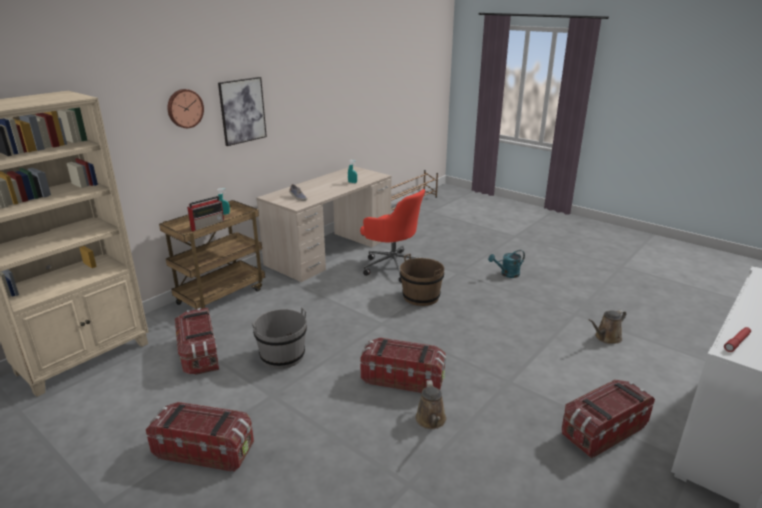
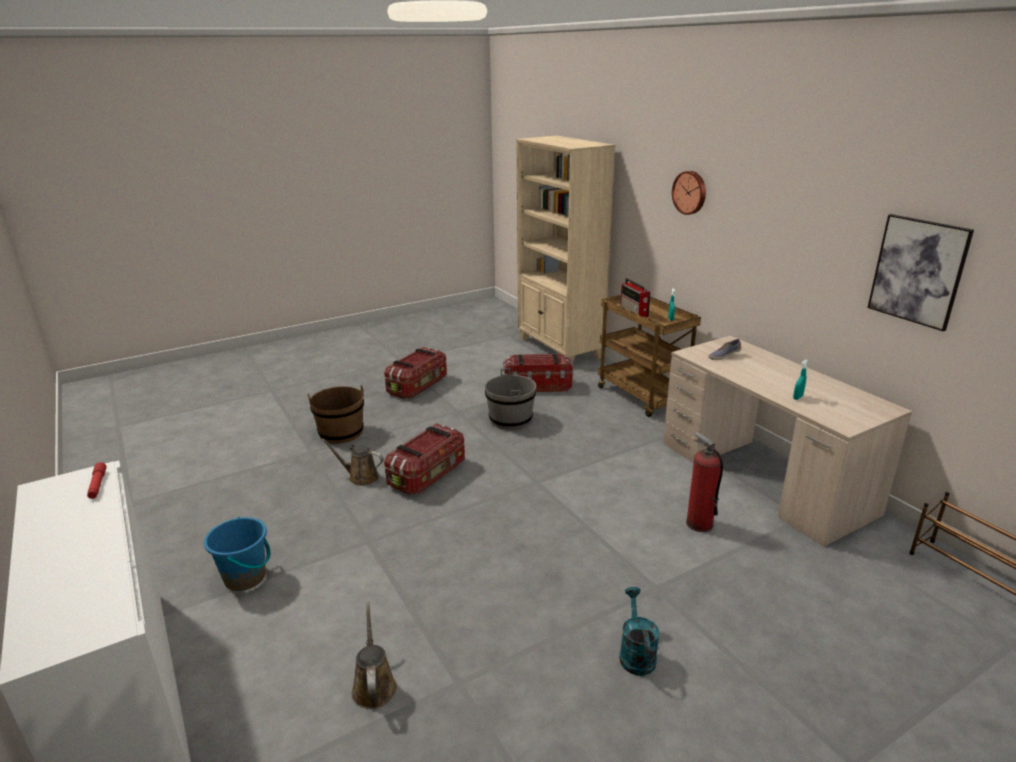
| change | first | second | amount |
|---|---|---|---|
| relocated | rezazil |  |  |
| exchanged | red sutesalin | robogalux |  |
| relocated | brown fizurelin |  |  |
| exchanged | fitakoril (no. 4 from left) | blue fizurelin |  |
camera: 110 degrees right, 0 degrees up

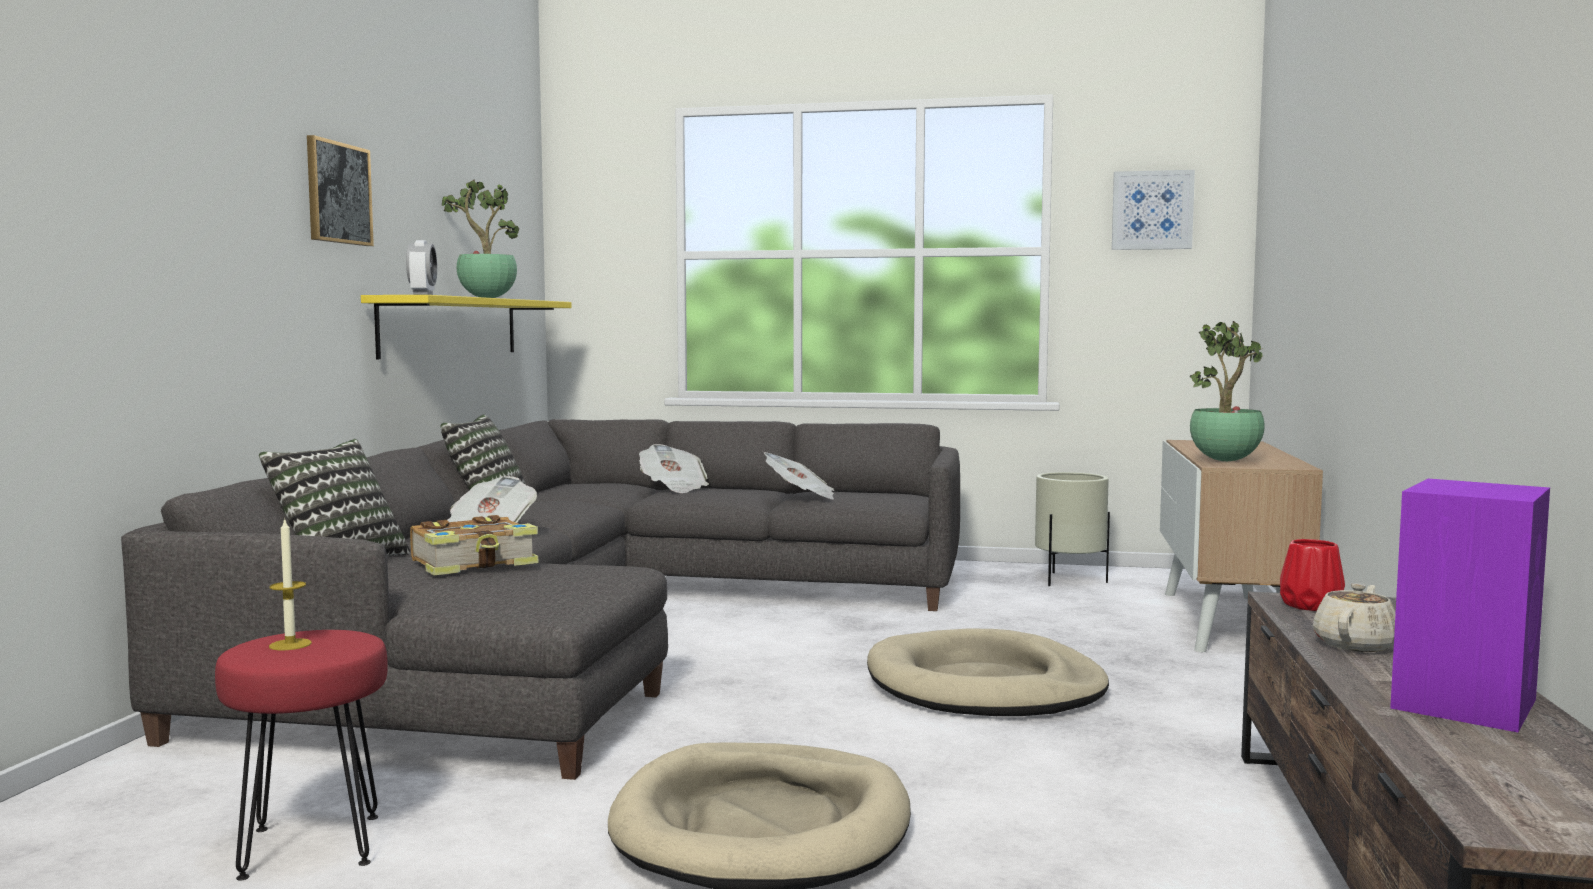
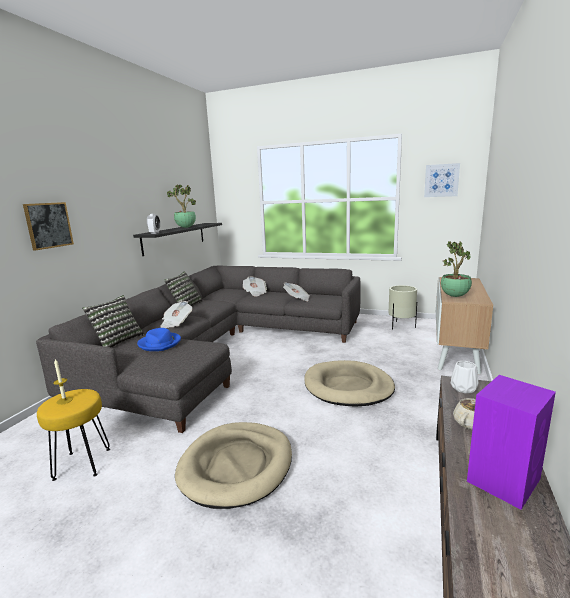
| change | first | second | amount |
|---|---|---|---|
| colour | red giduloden | yellow giduloden |  |
| relocated | rezazil (no. 1 from left) |  |  |
| colour | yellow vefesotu | black vefesotu |  |
| exchanged | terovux | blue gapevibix |  |
| colour | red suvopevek | white suvopevek |  |
camera: 10 degrees right, 10 degrees up

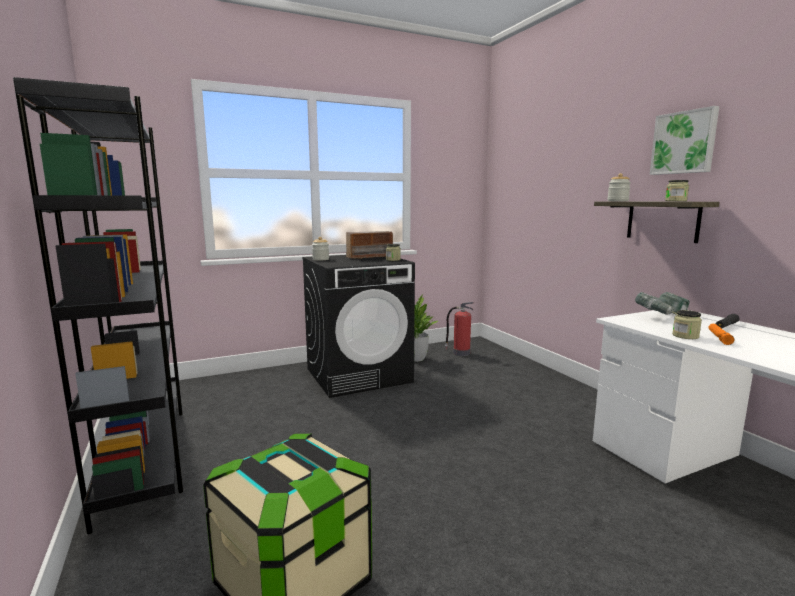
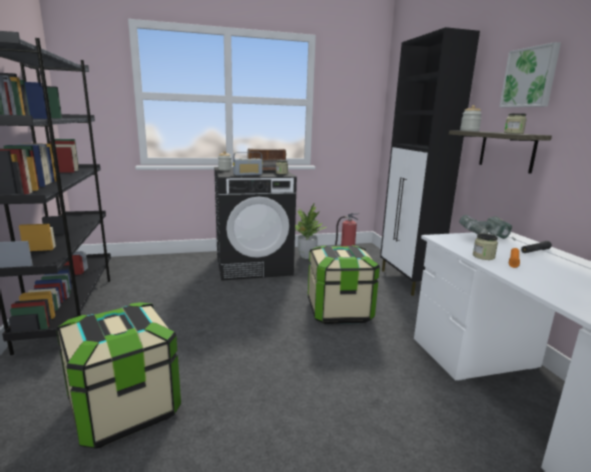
| change | first | second | amount |
|---|---|---|---|
| appeared |  | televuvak (no. 1 from left) |  |
| appeared |  | fitakoril (no. 2 from left) |  |
| appeared |  | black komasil |  |
camera: 10 degrees right, 5 degrees up

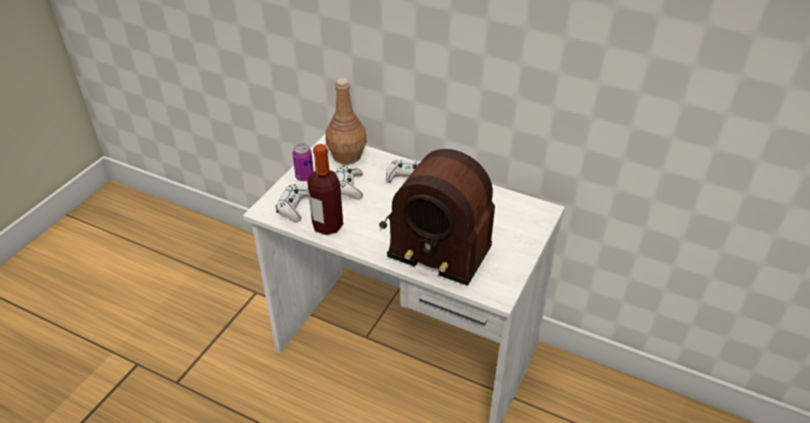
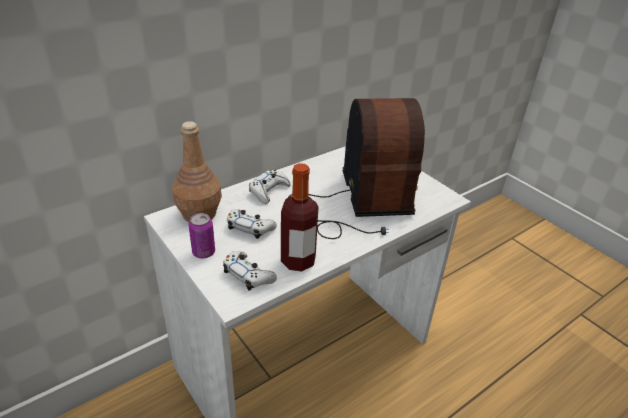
| change | first | second | amount |
|---|---|---|---|
| spun | televuvak |  | 60 degrees counterclockwise |
camera: 65 degrees left, 5 degrees down

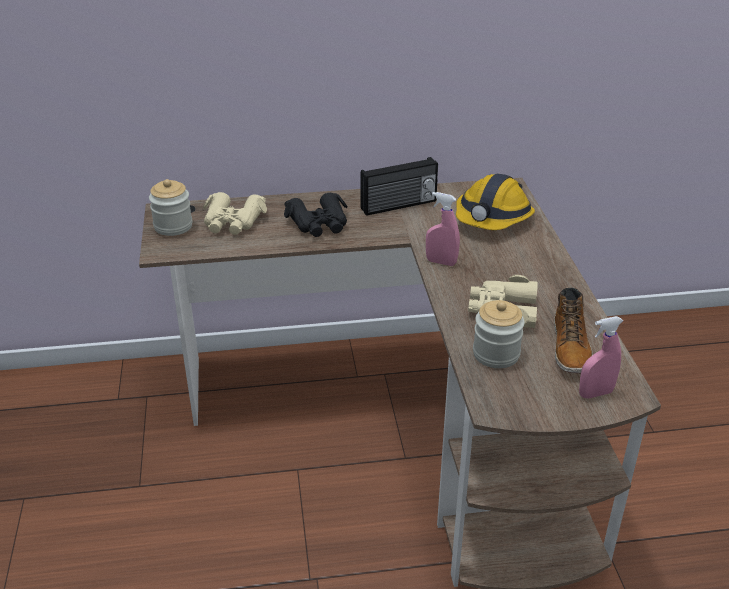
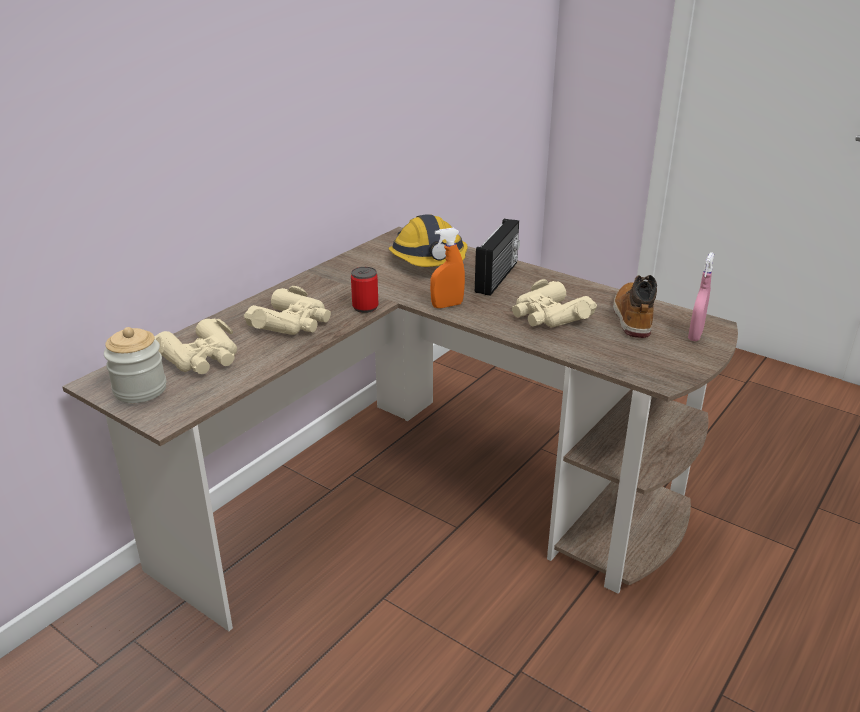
| change | first | second | amount |
|---|---|---|---|
| colour | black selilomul | beige selilomul (no. 2 from left) |  |
| relocated | televuvak |  |  |
| colour | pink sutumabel (no. 1 from left) | orange sutumabel |  |
| missing | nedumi (no. 2 from left) |  |  |
| spun | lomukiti |  | 135 degrees counterclockwise |
| appeared |  | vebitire |  |
camera: 45 degrees left, 5 degrees down

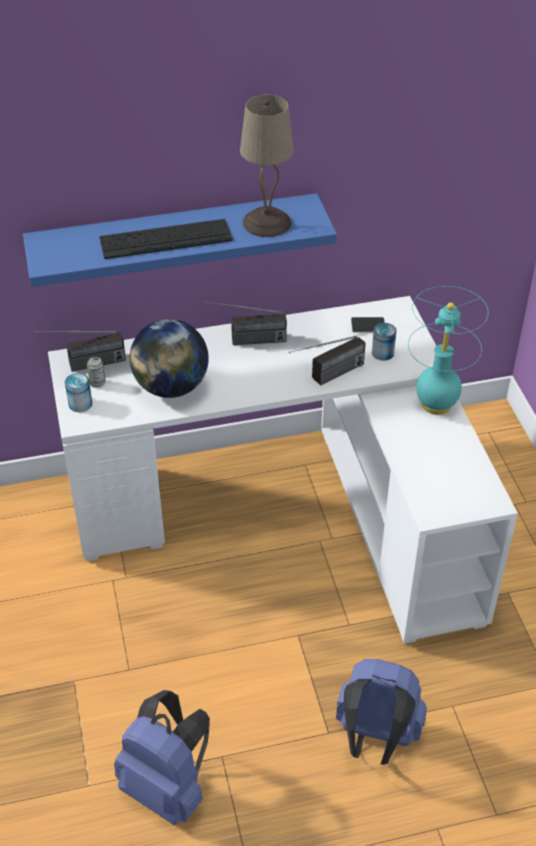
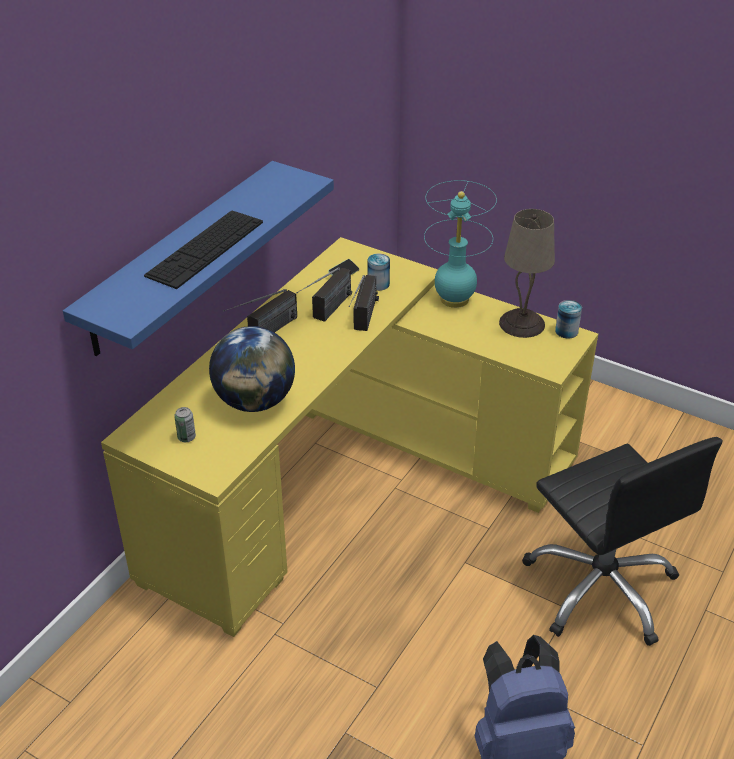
| change | first | second | amount |
|---|---|---|---|
| relocated | televuvak (no. 1 from left in the first image) | televuvak (no. 2 from left) |  |
| colour | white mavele | yellow mavele |  |
| relocated | vebitire (no. 1 from left in the first image) | vebitire (no. 3 from left) |  |
| relocated | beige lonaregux |  |  |
| exchanged | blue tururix (no. 2 from left) | black sutesalin |  |
camera: 45 degrees left, 5 degrees down

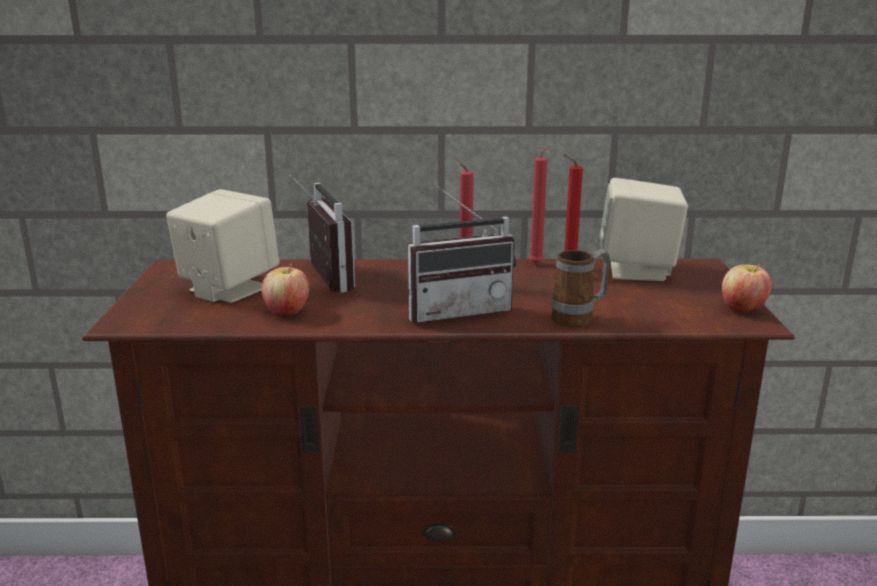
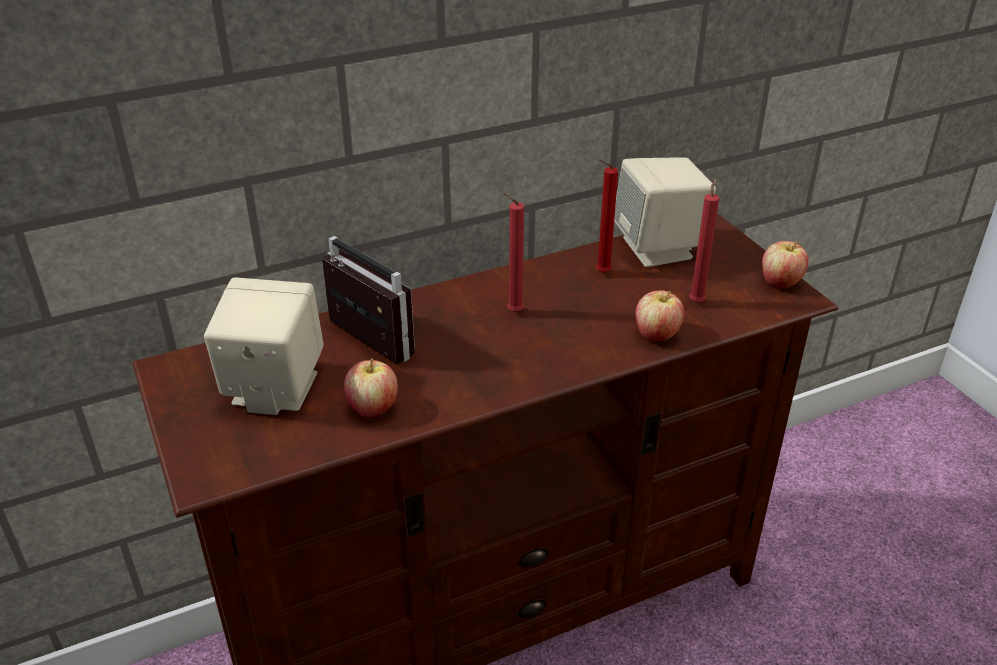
| change | first | second | amount |
|---|---|---|---|
| missing | televuvak (no. 2 from left) |  |  |
| relocated | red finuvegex (no. 2 from left in the first image) | red finuvegex (no. 3 from left) |  |
| exchanged | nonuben | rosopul (no. 2 from left) |  |
camera: 25 degrees left, 15 degrees up

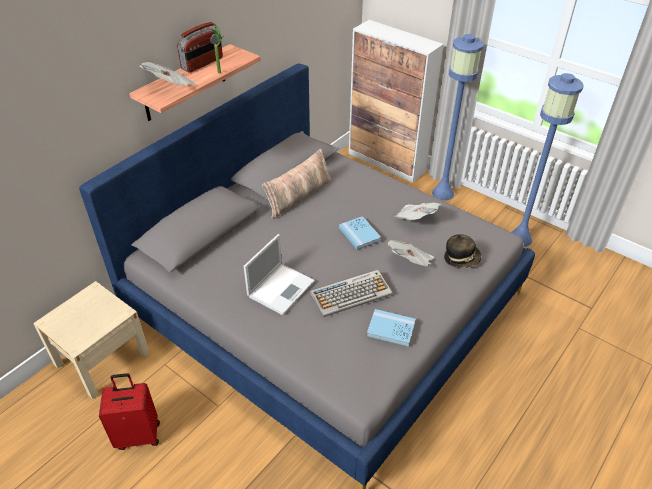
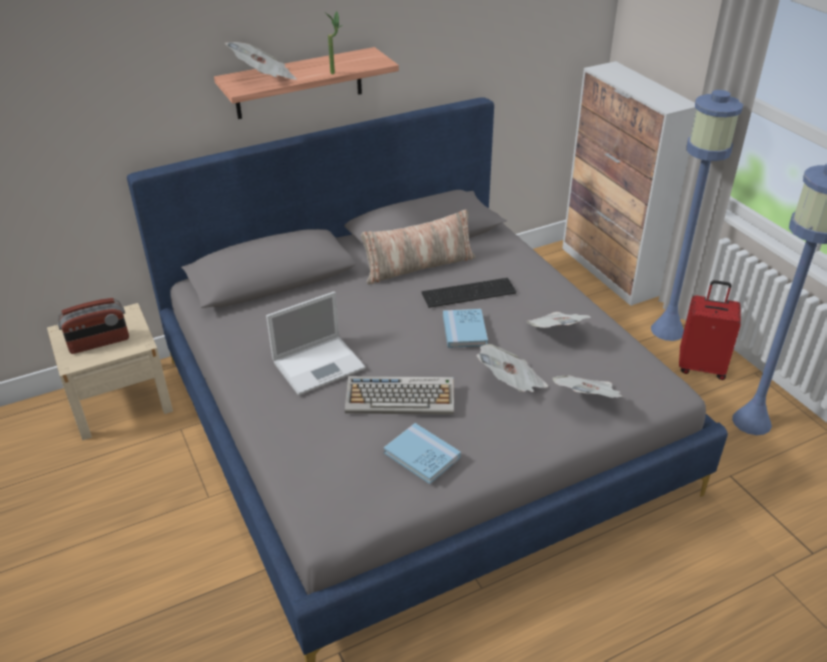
| change | first | second | amount |
|---|---|---|---|
| relocated | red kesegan |  |  |
| relocated | televuvak |  |  |
| exchanged | gapevibix | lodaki (no. 4 from left) |  |
| appeared |  | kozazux (no. 2 from left) |  |
camera: 25 degrees right, 5 degrees down

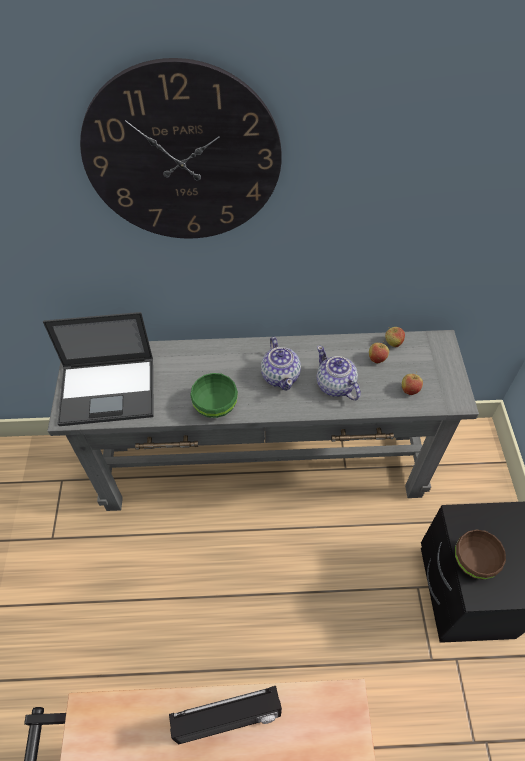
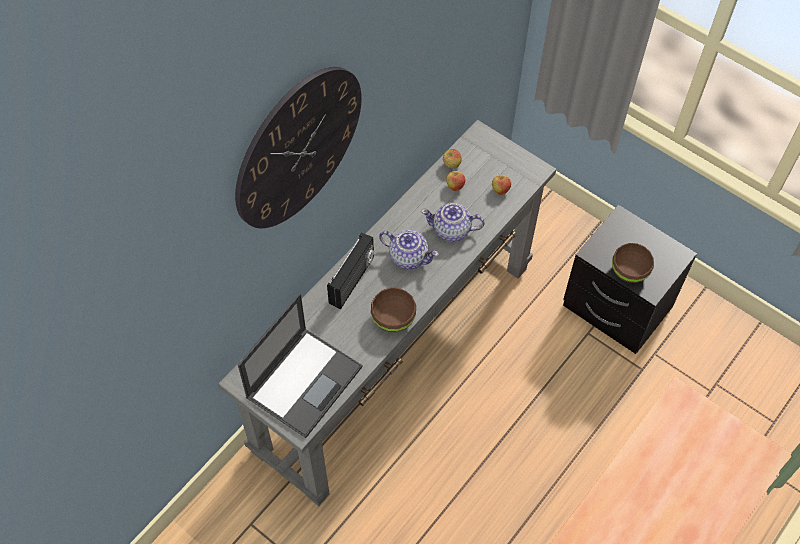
| change | first | second | amount |
|---|---|---|---|
| relocated | televuvak |  |  |
| colour | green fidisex | brown fidisex (no. 1 from left) |  |
camera: 50 degrees left, 5 degrees up

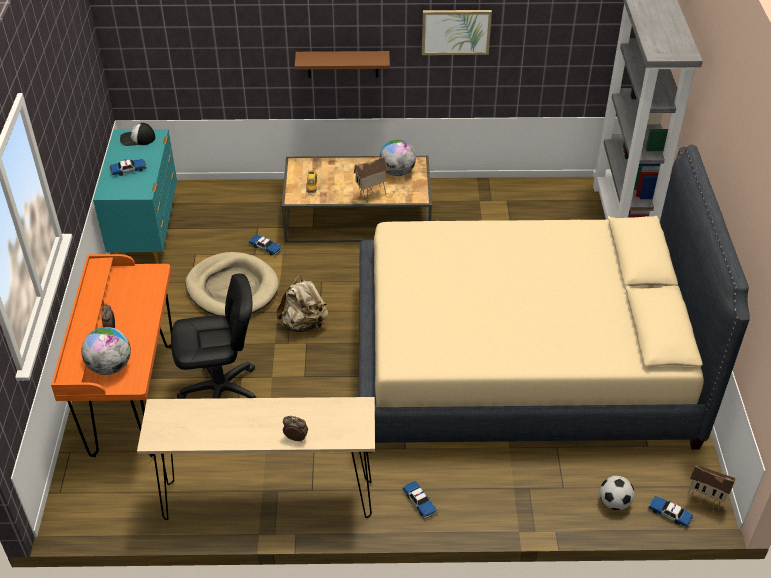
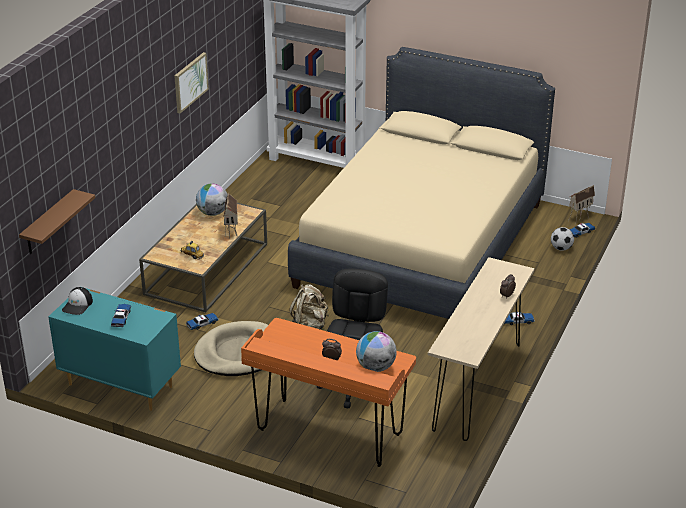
| change | first | second | amount |
|---|---|---|---|
| relocated | brown vefesotu |  |  |
camera: 65 degrees left, 10 degrees down

